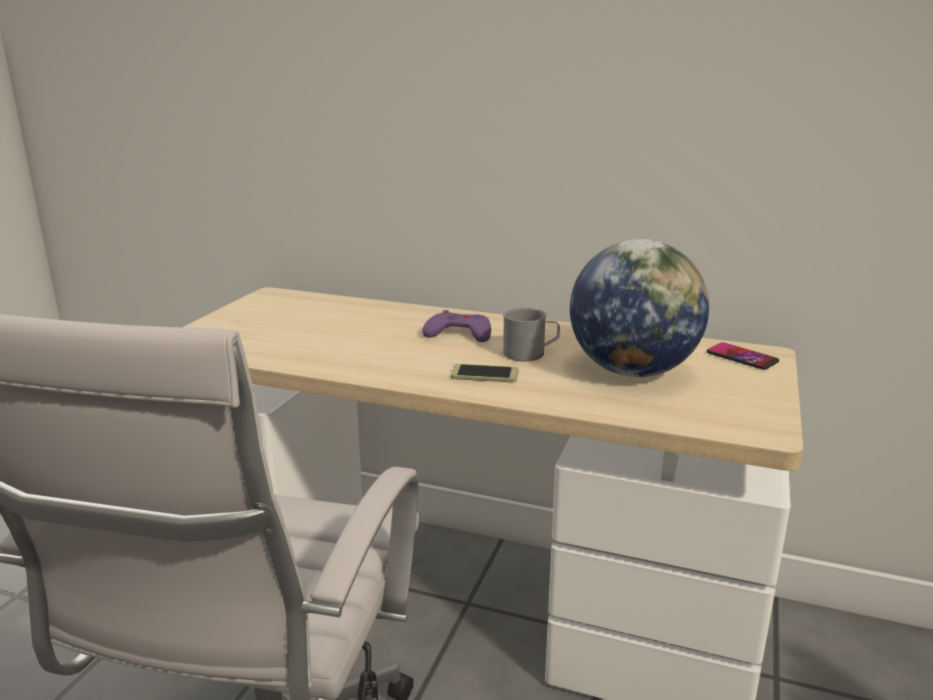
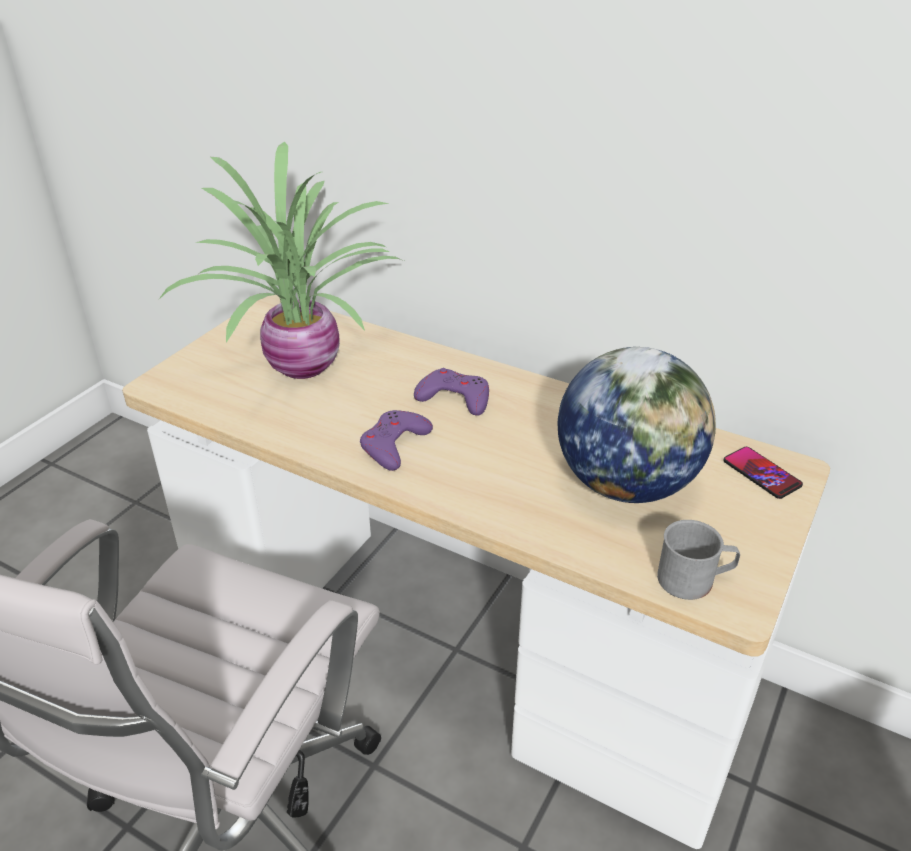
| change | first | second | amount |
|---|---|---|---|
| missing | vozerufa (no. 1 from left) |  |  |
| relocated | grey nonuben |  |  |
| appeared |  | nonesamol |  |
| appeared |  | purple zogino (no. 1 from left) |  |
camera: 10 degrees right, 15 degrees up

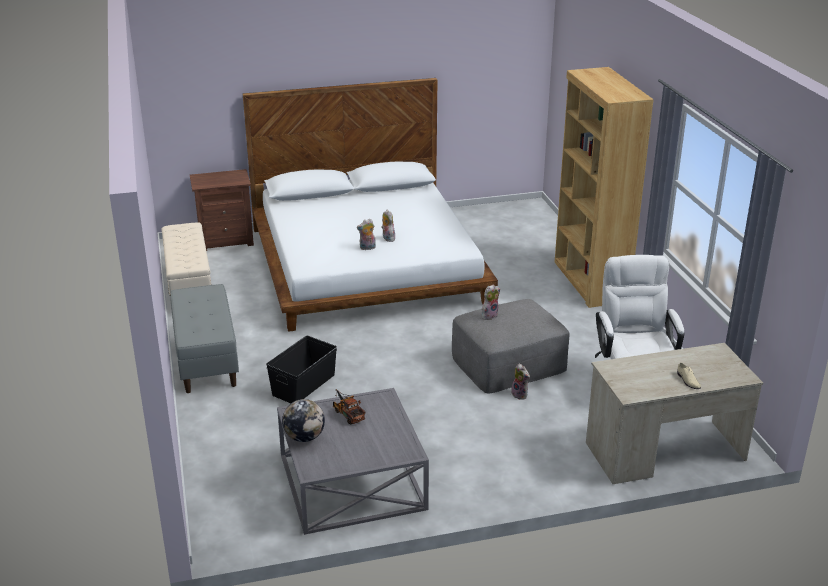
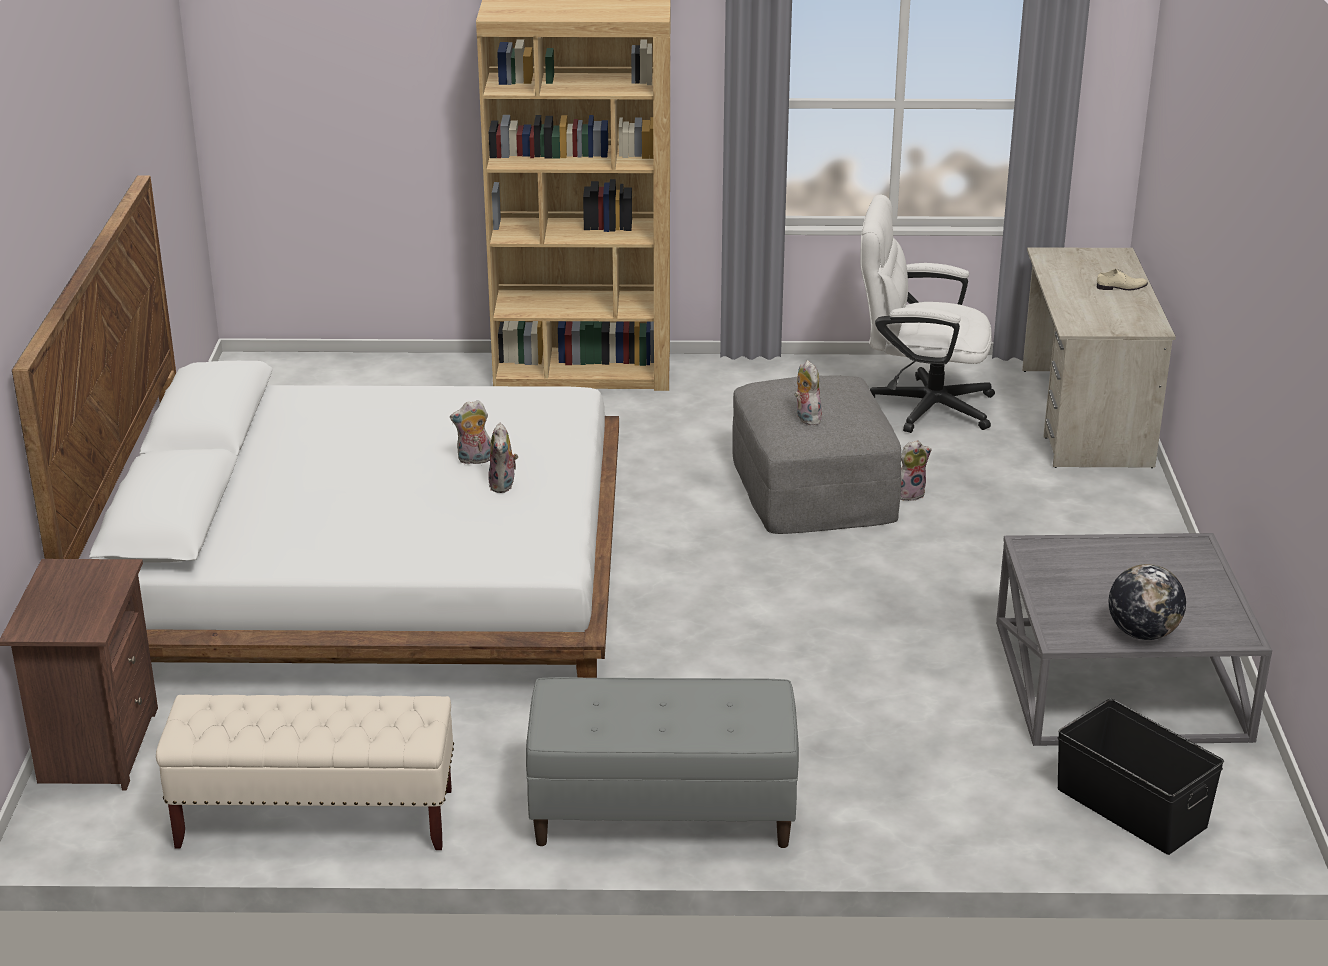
| change | first | second | amount |
|---|---|---|---|
| relocated | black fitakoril |  |  |
| missing | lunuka |  |  |
camera: 75 degrees left, 0 degrees up

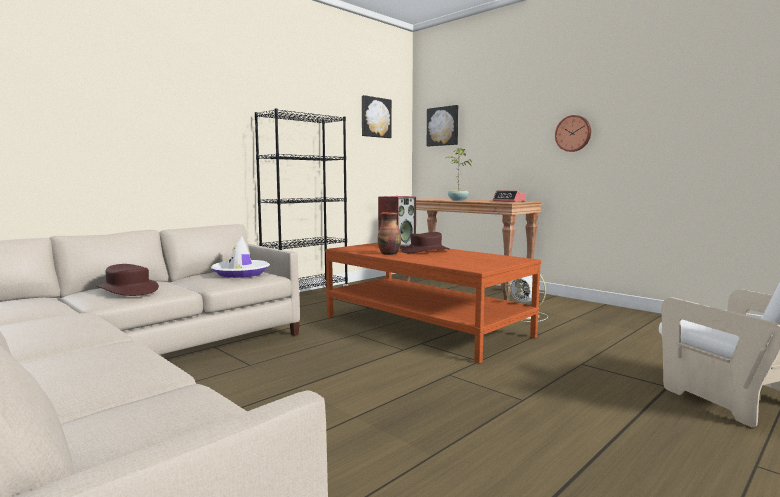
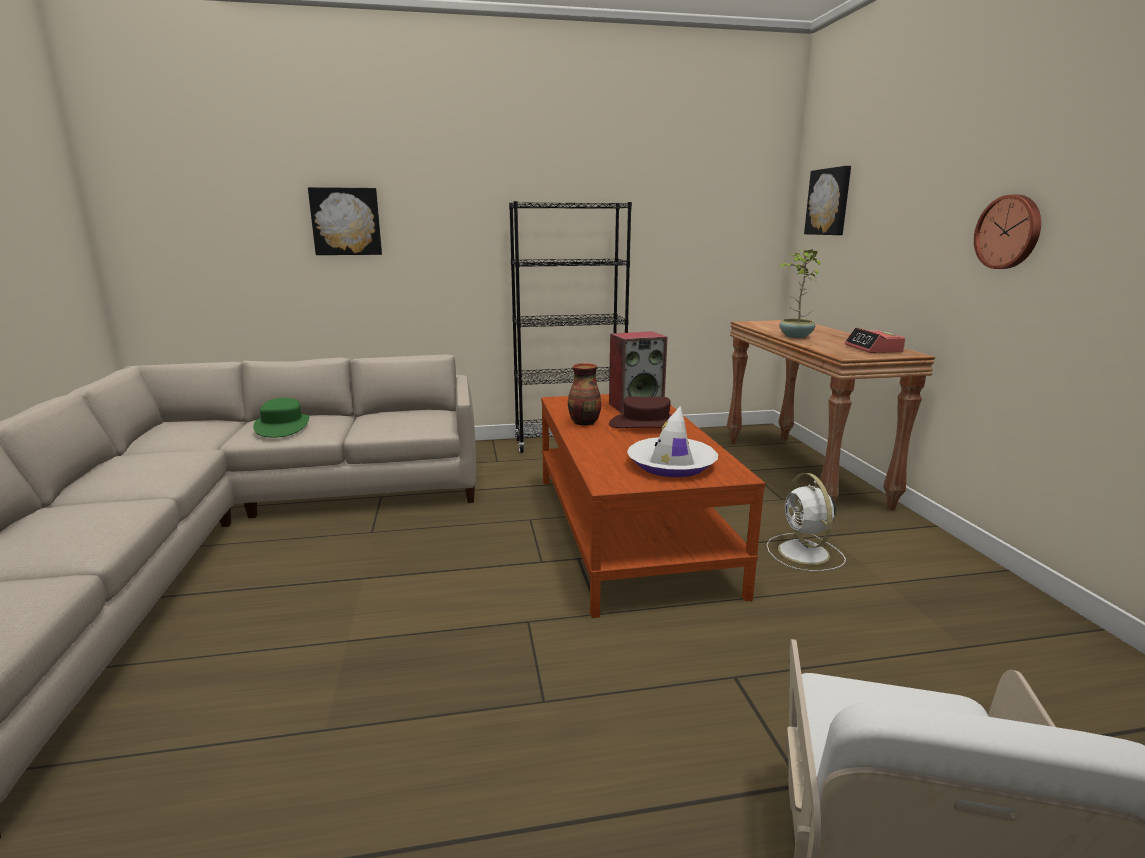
| change | first | second | amount |
|---|---|---|---|
| colour | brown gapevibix (no. 1 from left) | green gapevibix |  |
| relocated | white gapevibix |  |  |
| relocated | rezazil (no. 1 from left) |  |  |
camera: 35 degrees right, 10 degrees up

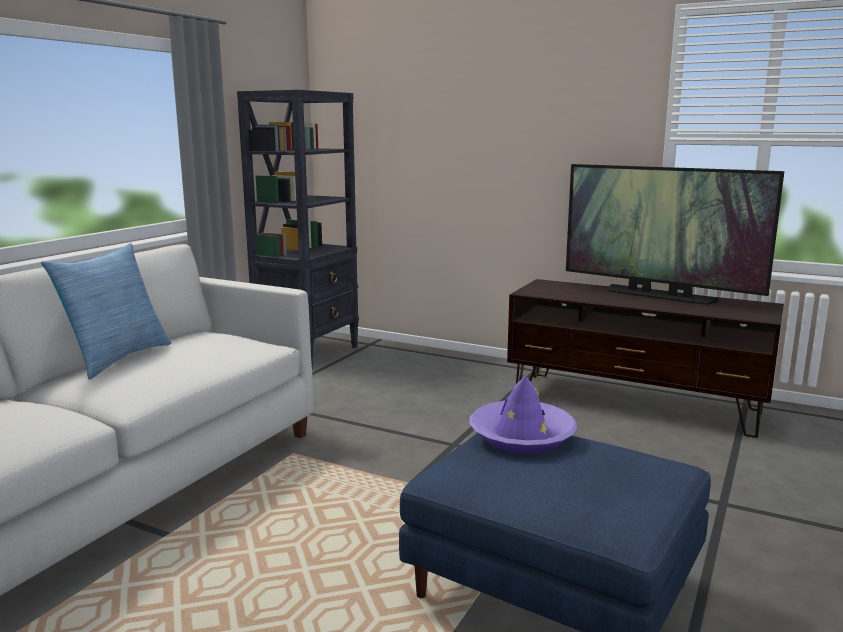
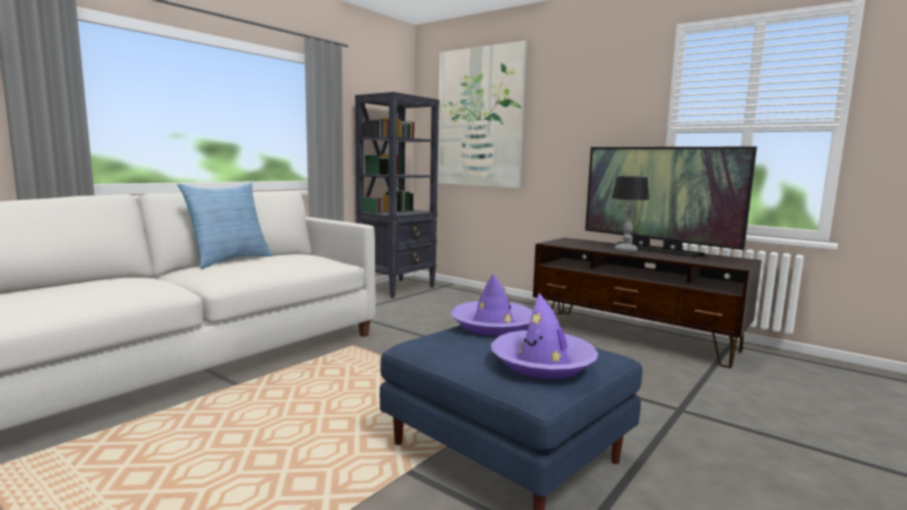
| change | first | second | amount |
|---|---|---|---|
| appeared |  | rezazil |  |
| appeared |  | purple gapevibix (no. 2 from left) |  |
| appeared |  | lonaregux |  |
camera: 10 degrees right, 5 degrees down

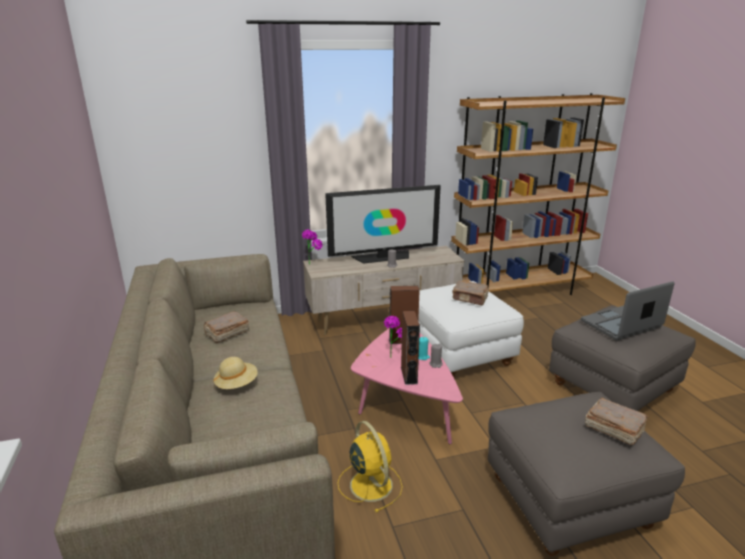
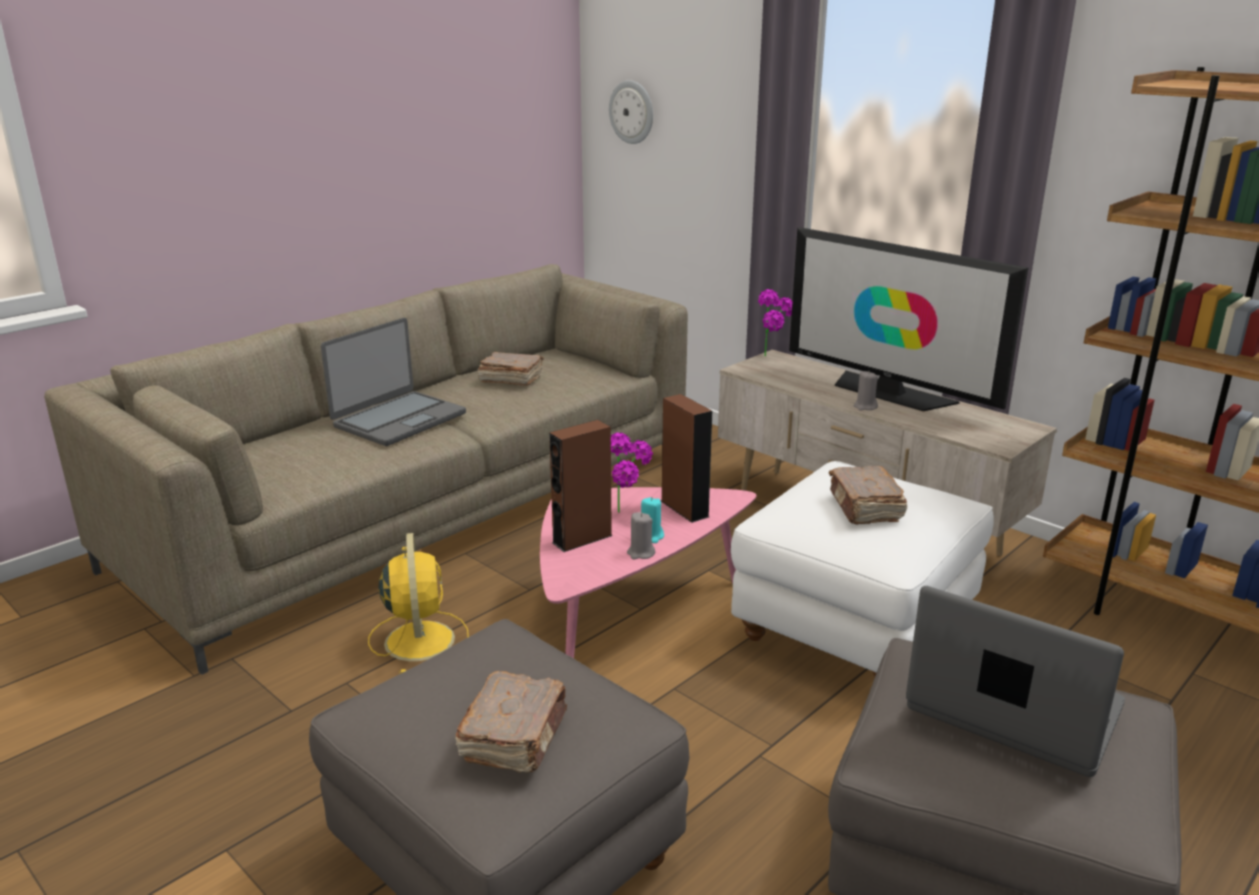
| change | first | second | amount |
|---|---|---|---|
| exchanged | beige gapevibix | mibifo (no. 1 from left) |  |
| spun | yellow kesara |  | 45 degrees counterclockwise |
| appeared |  | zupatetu |  |
camera: 60 degrees right, 0 degrees up

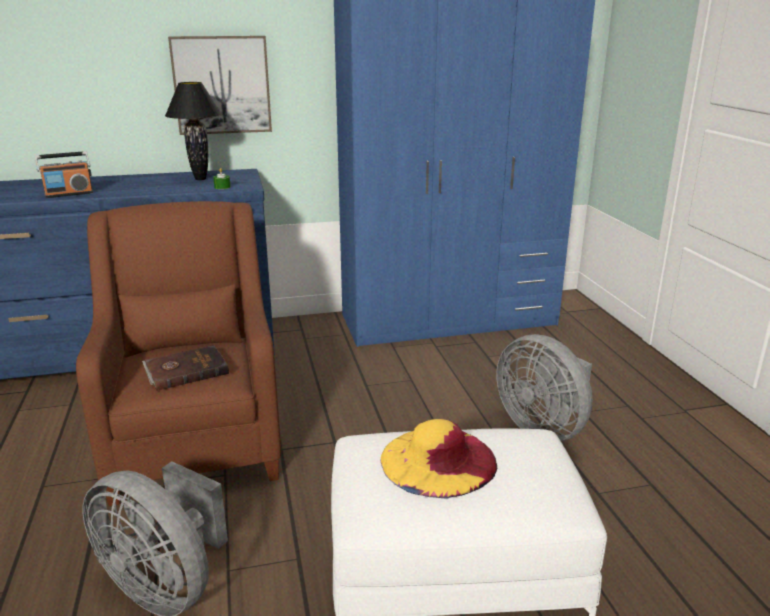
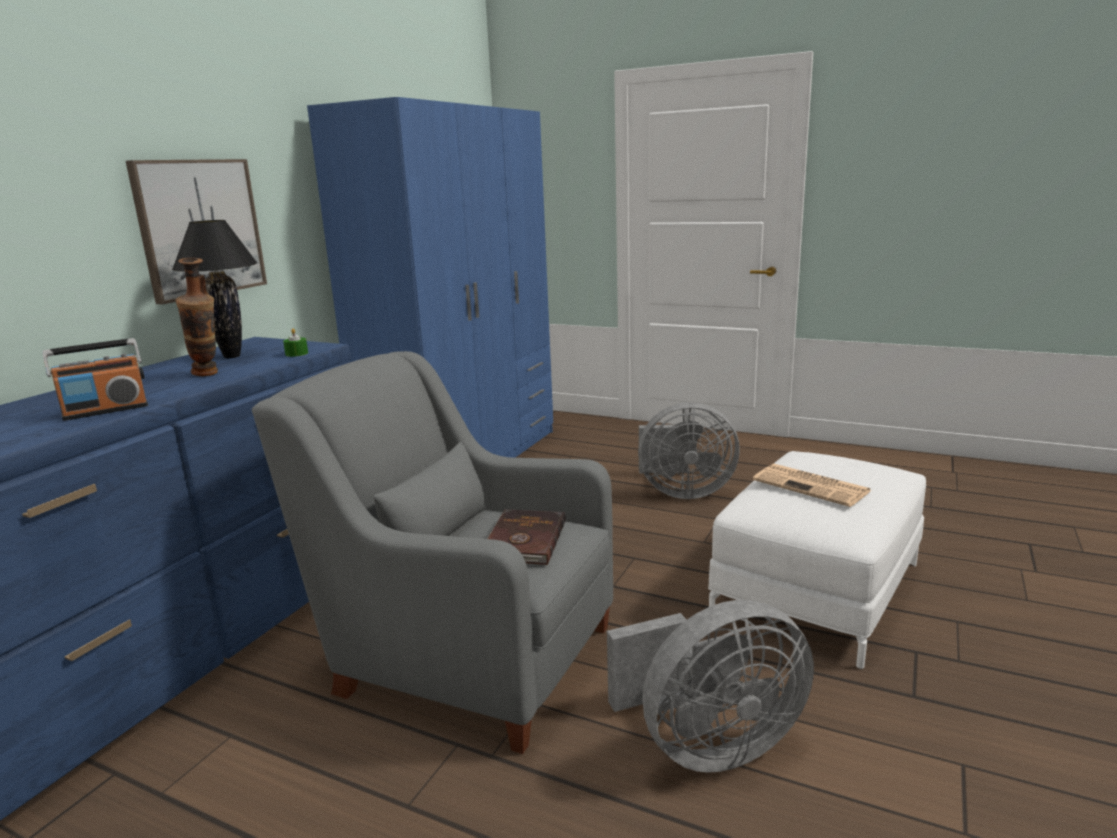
| change | first | second | amount |
|---|---|---|---|
| spun | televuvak |  | 45 degrees clockwise |
| colour | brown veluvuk | grey veluvuk |  |
| exchanged | yellow gapevibix | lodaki |  |
| appeared |  | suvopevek |  |
camera: 50 degrees left, 5 degrees down

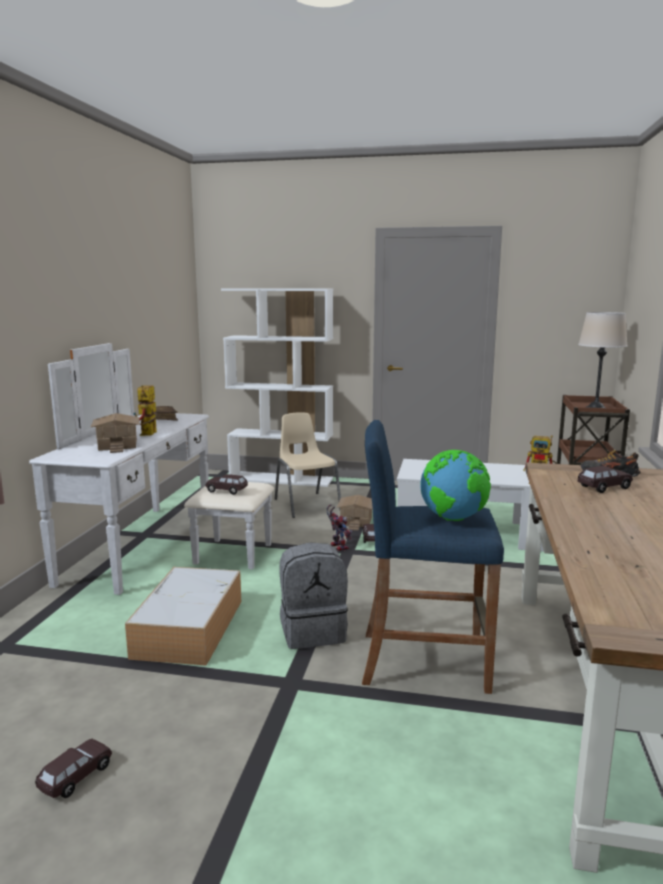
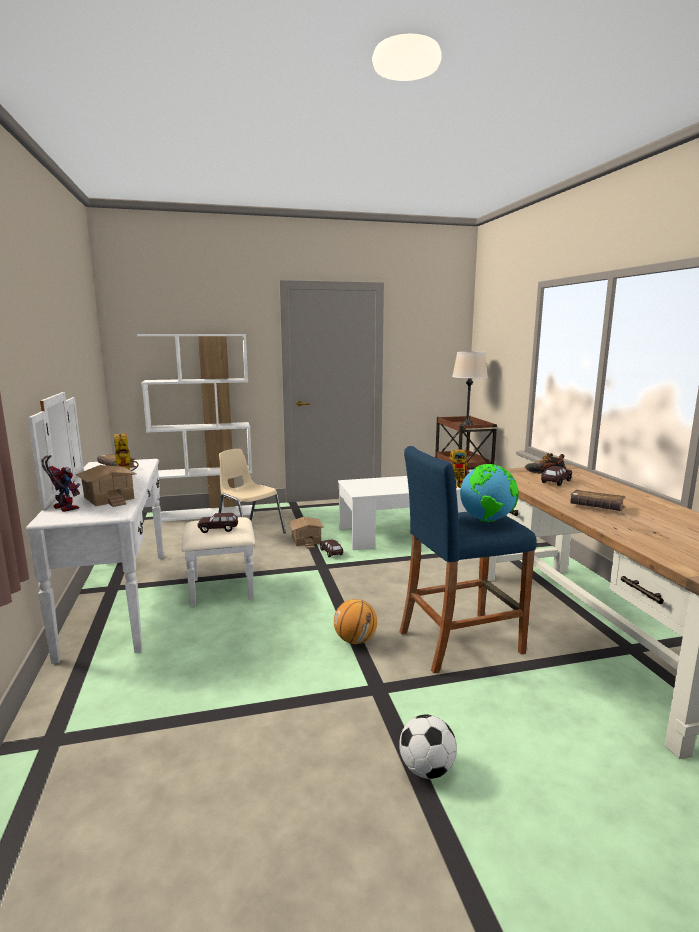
| change | first | second | amount |
|---|---|---|---|
| missing | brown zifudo (no. 1 from left) |  |  |
| missing | fitakoril |  |  |
| exchanged | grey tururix | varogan |  |
| relocated | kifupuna (no. 2 from left in the first image) | kifupuna (no. 1 from left) |  |
| appeared |  | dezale |  |
| appeared |  | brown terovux (no. 2 from left) |  |
camera: 25 degrees left, 0 degrees up

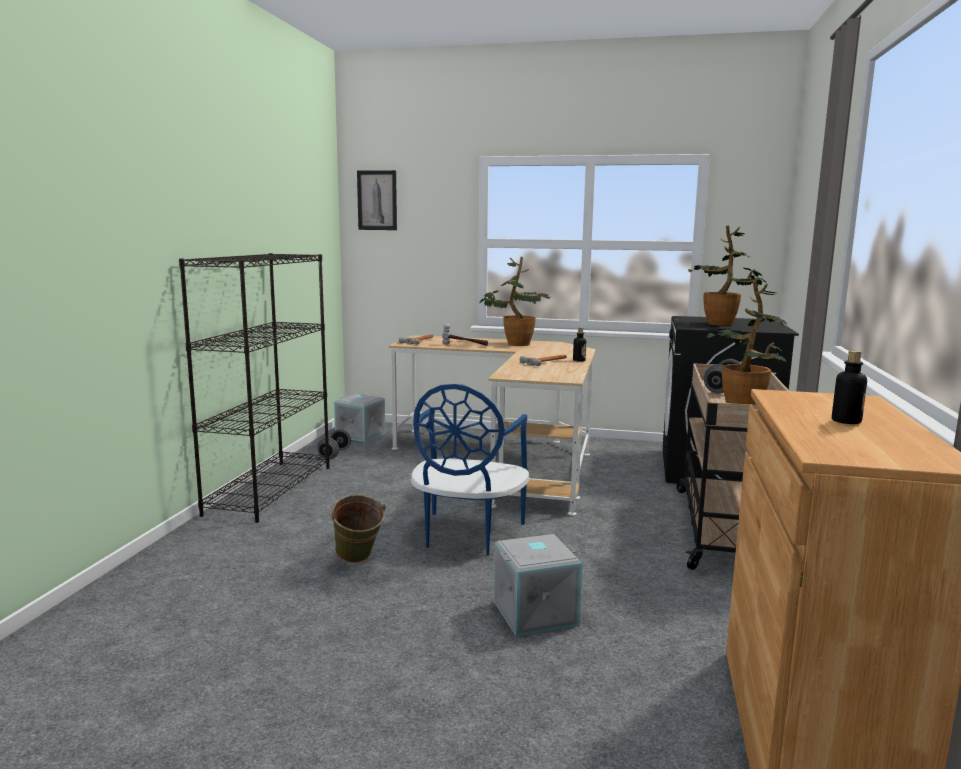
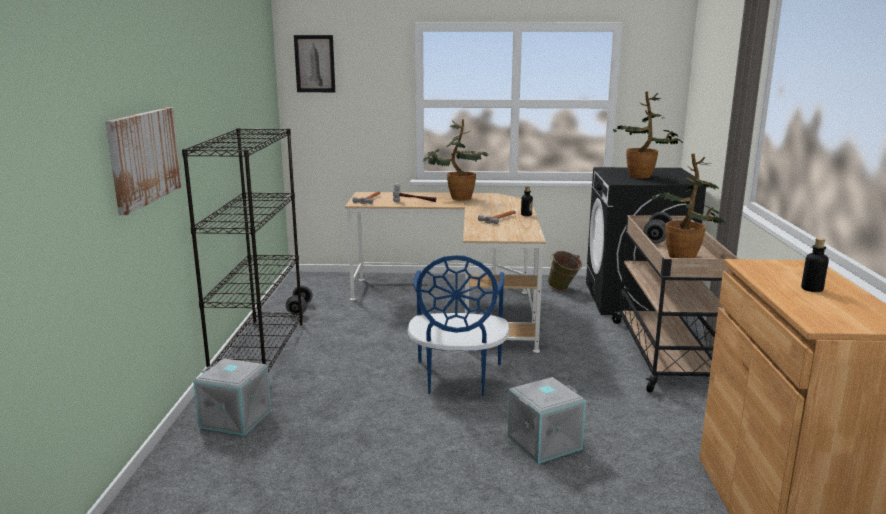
| change | first | second | amount |
|---|---|---|---|
| relocated | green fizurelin |  |  |
| relocated | grey fitakoril (no. 1 from left) |  |  |
| appeared |  | rezazil (no. 1 from left) |  |
camera: 10 degrees left, 5 degrees up

